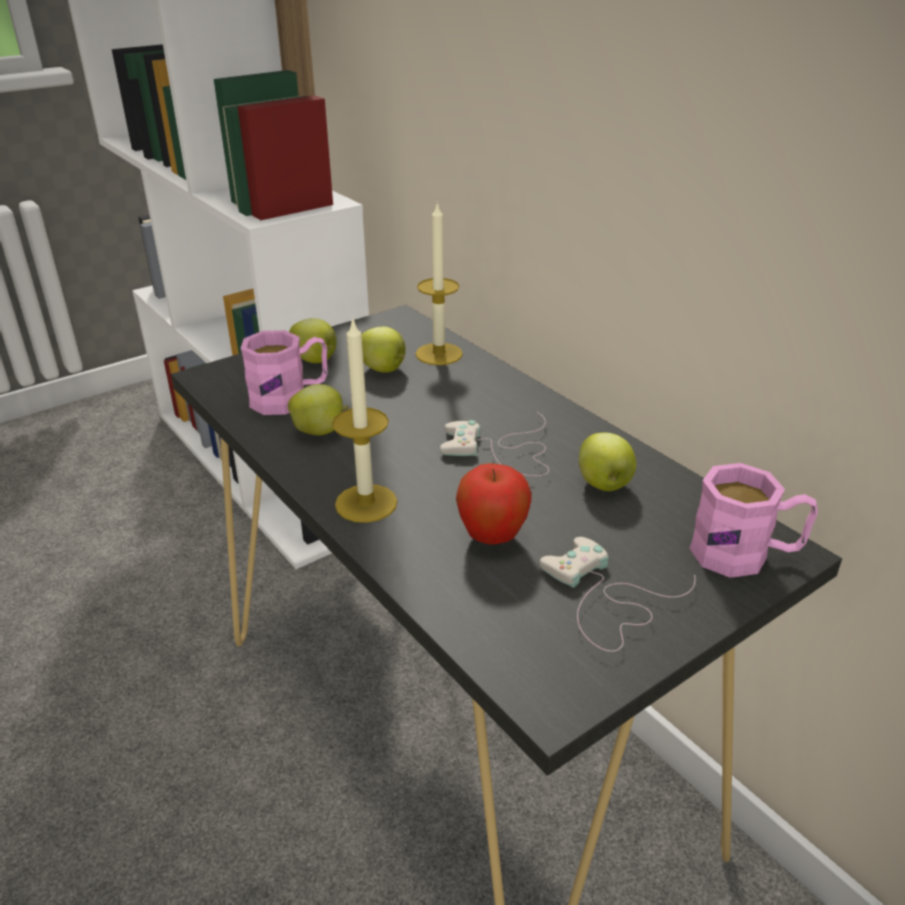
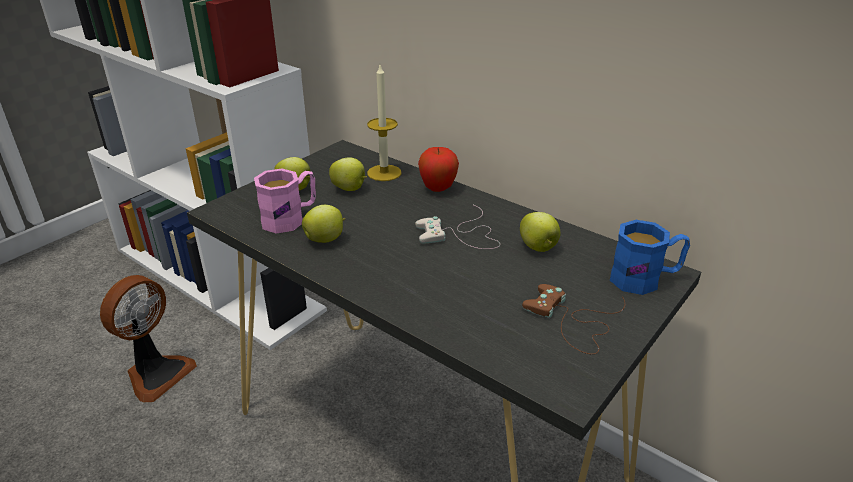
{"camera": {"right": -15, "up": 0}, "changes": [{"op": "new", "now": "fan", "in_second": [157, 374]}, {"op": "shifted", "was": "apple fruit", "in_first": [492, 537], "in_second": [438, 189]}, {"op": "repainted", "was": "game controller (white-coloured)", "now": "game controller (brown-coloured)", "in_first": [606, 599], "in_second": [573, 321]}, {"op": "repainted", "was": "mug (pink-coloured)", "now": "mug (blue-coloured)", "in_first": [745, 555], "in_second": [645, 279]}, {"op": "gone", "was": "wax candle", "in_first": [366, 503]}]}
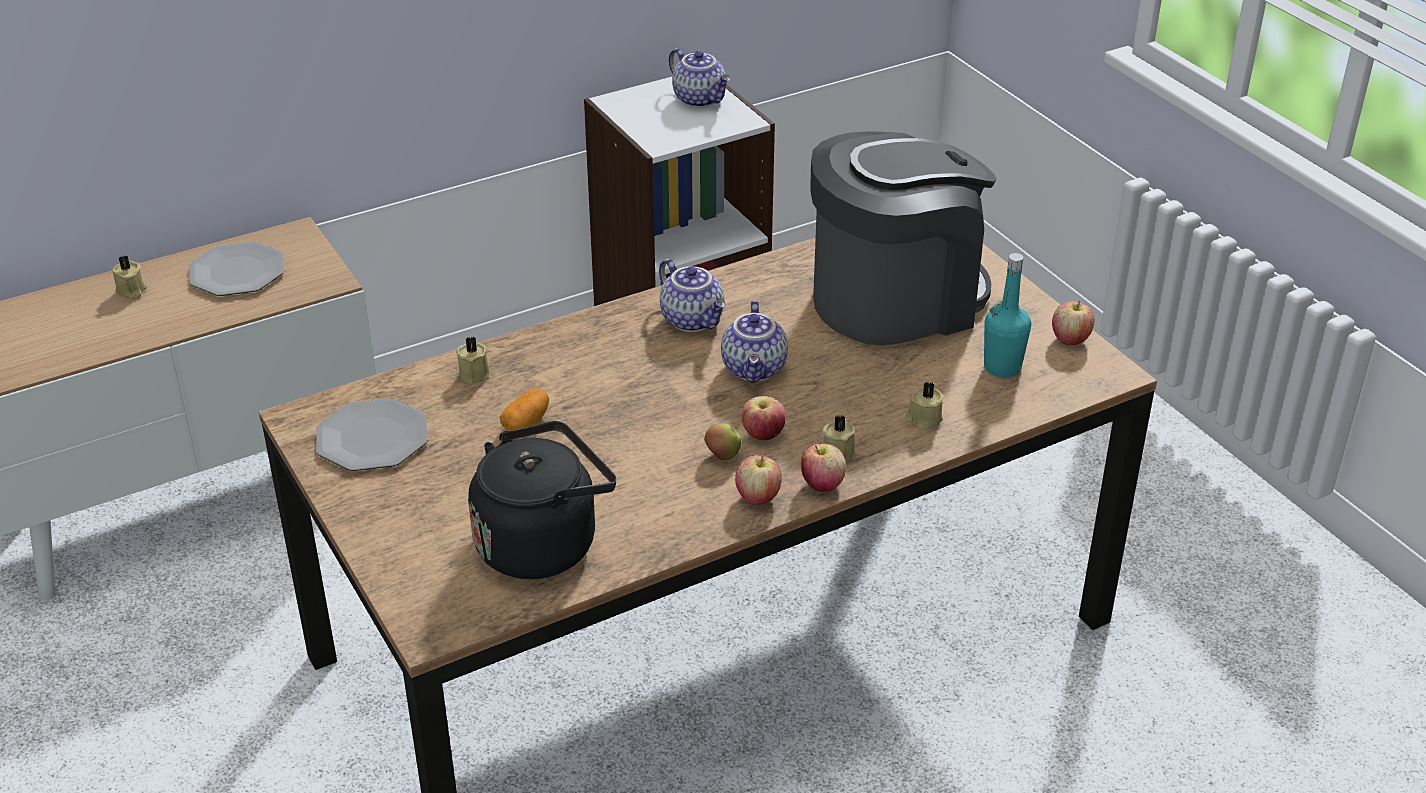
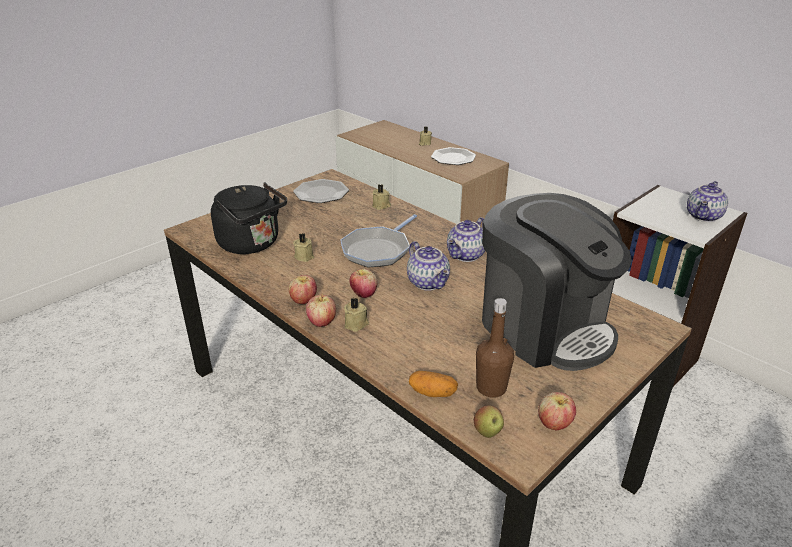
{"camera": {"right": 75, "up": -5}, "changes": [{"op": "shifted", "was": "wax candle (sand-coloured)", "in_first": [923, 419], "in_second": [304, 256]}, {"op": "new", "now": "pan", "in_second": [378, 250]}, {"op": "rotated", "was": "tea pot", "in_first": [755, 369], "in_second": [429, 283], "clockwise": -105}, {"op": "shifted", "was": "whole potato", "in_first": [526, 423], "in_second": [432, 392]}, {"op": "shifted", "was": "apple fruit", "in_first": [722, 456], "in_second": [487, 432]}, {"op": "repainted", "was": "drink bottle (turquoise)", "now": "drink bottle (brown-coloured)", "in_first": [1002, 367], "in_second": [491, 388]}]}
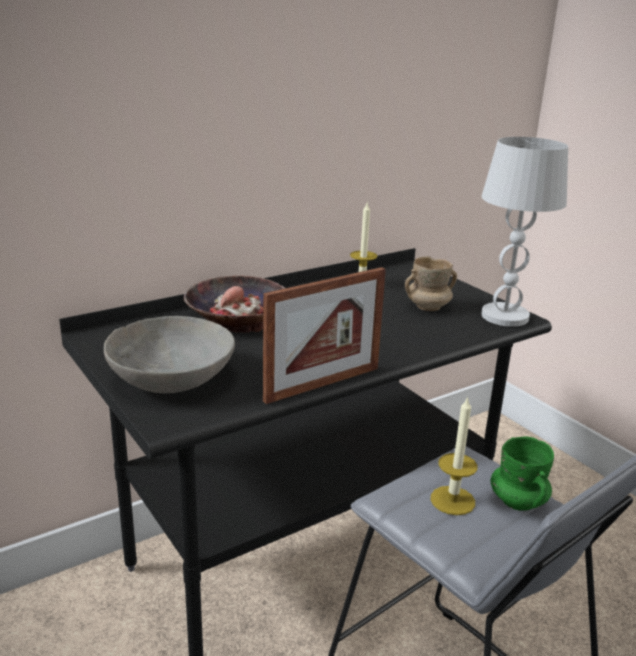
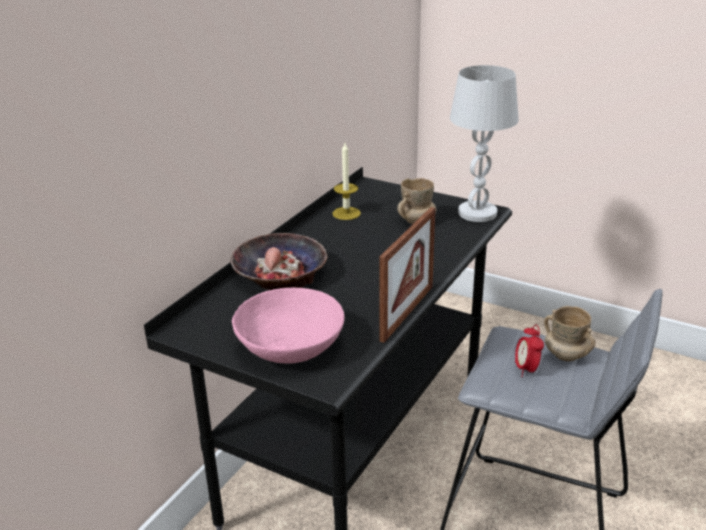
{"camera": {"right": -25, "up": 5}, "changes": [{"op": "repainted", "was": "bowl (grey)", "now": "bowl (pink-coloured)", "in_first": [171, 378], "in_second": [290, 346]}, {"op": "swapped", "was": "wax candle", "now": "bedside clock", "in_first": [452, 500], "in_second": [526, 369]}, {"op": "repainted", "was": "mug (greenish)", "now": "mug (sand-coloured)", "in_first": [517, 501], "in_second": [565, 355]}]}
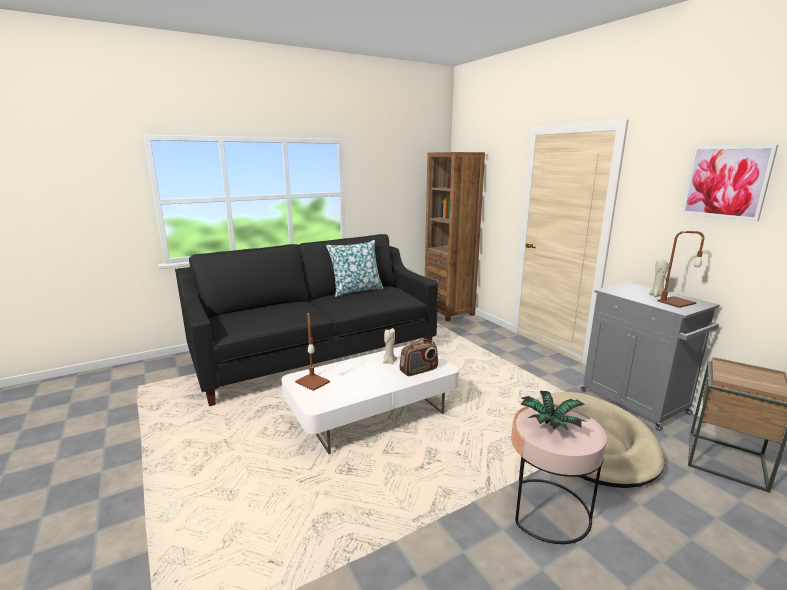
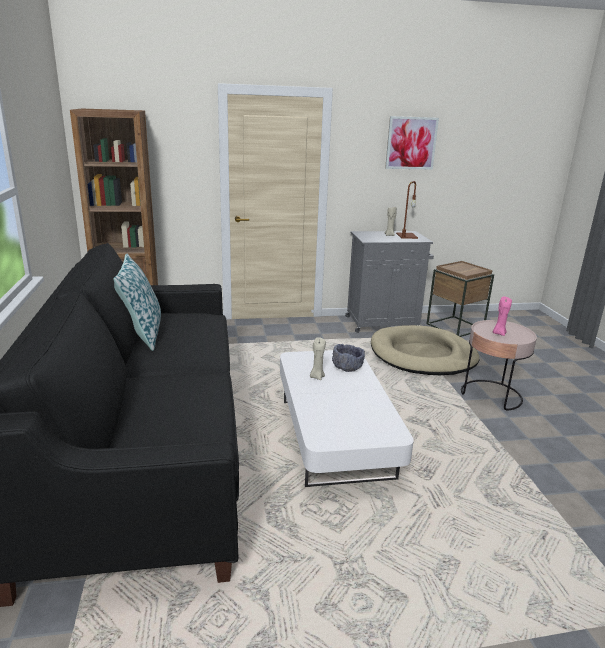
{"camera": {"right": -70, "up": 5}, "changes": [{"op": "swapped", "was": "radio", "now": "bowl (grey)", "in_first": [419, 370], "in_second": [347, 367]}, {"op": "swapped", "was": "potted plant", "now": "wax candle (pink-coloured)", "in_first": [549, 425], "in_second": [499, 333]}, {"op": "gone", "was": "lamp for a table (brown-coloured)", "in_first": [311, 382]}]}
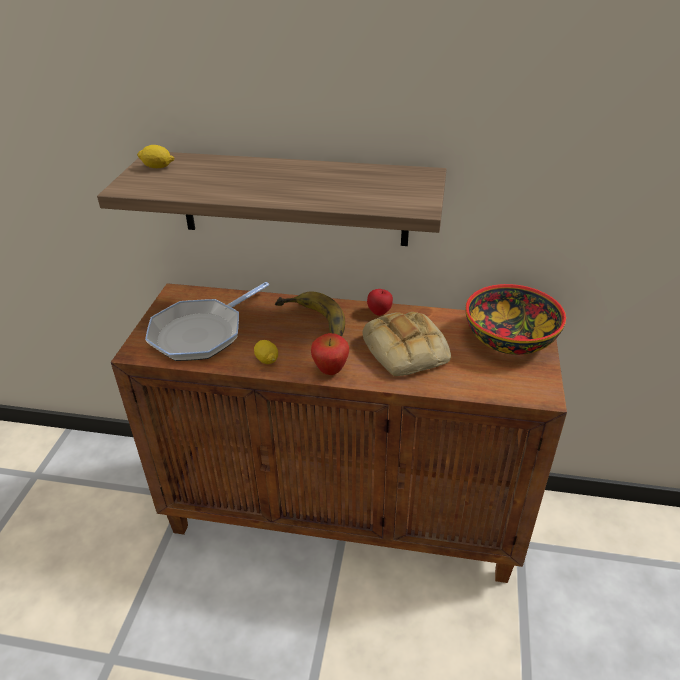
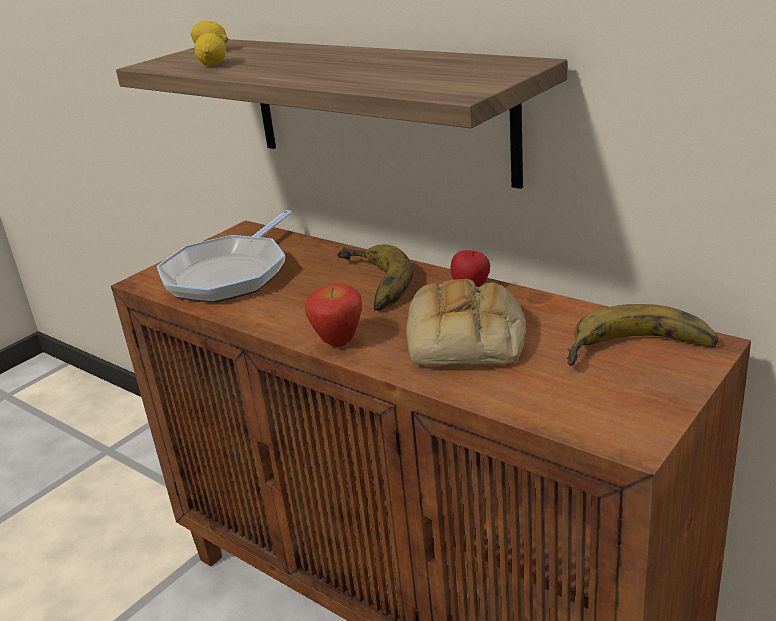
{"camera": {"right": 30, "up": -10}, "changes": [{"op": "rotated", "was": "pan", "in_first": [201, 333], "in_second": [229, 274], "clockwise": -45}, {"op": "shifted", "was": "whole lemon", "in_first": [266, 360], "in_second": [213, 65]}, {"op": "swapped", "was": "bowl", "now": "banana fruit", "in_first": [508, 339], "in_second": [641, 353]}]}
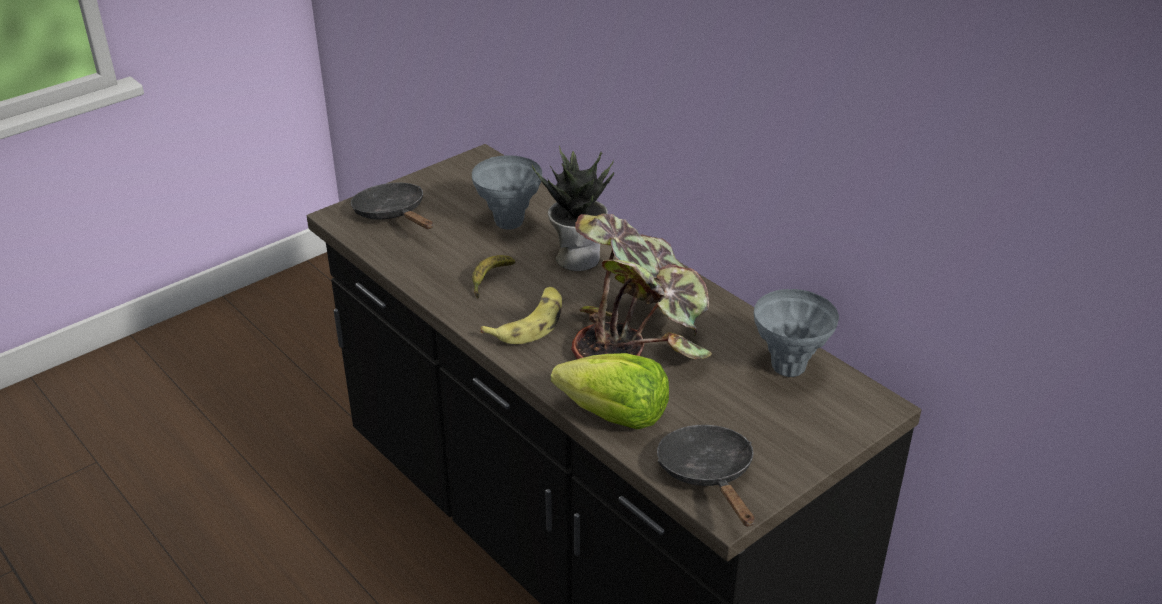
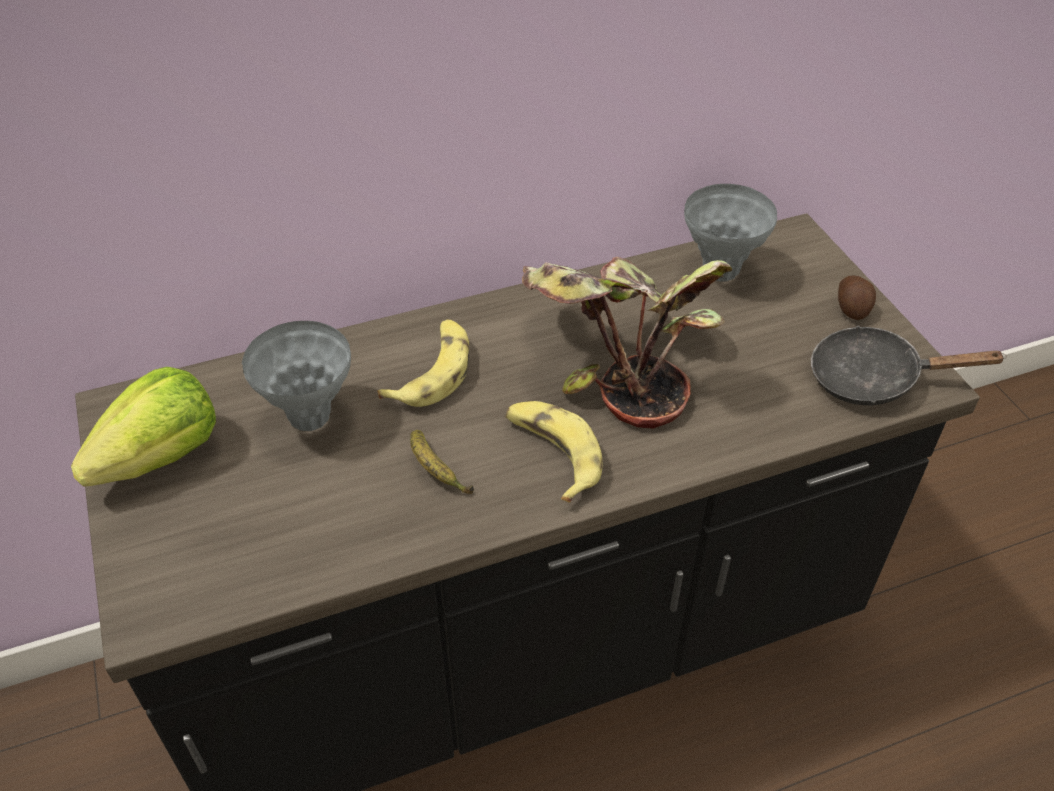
{"camera": {"right": -70, "up": 10}, "changes": [{"op": "shifted", "was": "lettuce head", "in_first": [614, 416], "in_second": [162, 457]}, {"op": "swapped", "was": "potted plant", "now": "banana fruit", "in_first": [578, 257], "in_second": [433, 372]}, {"op": "new", "now": "whole potato", "in_second": [853, 307]}, {"op": "gone", "was": "pan (blackish)", "in_first": [393, 214]}]}
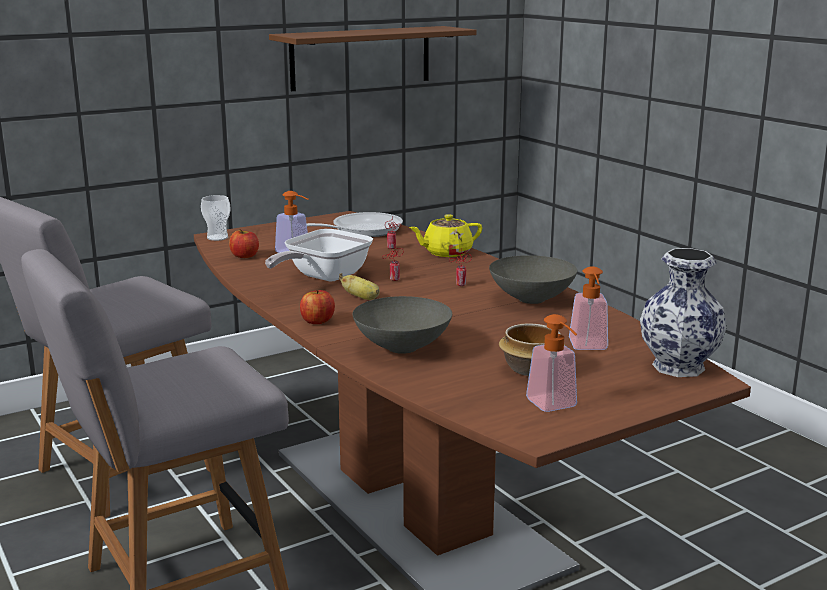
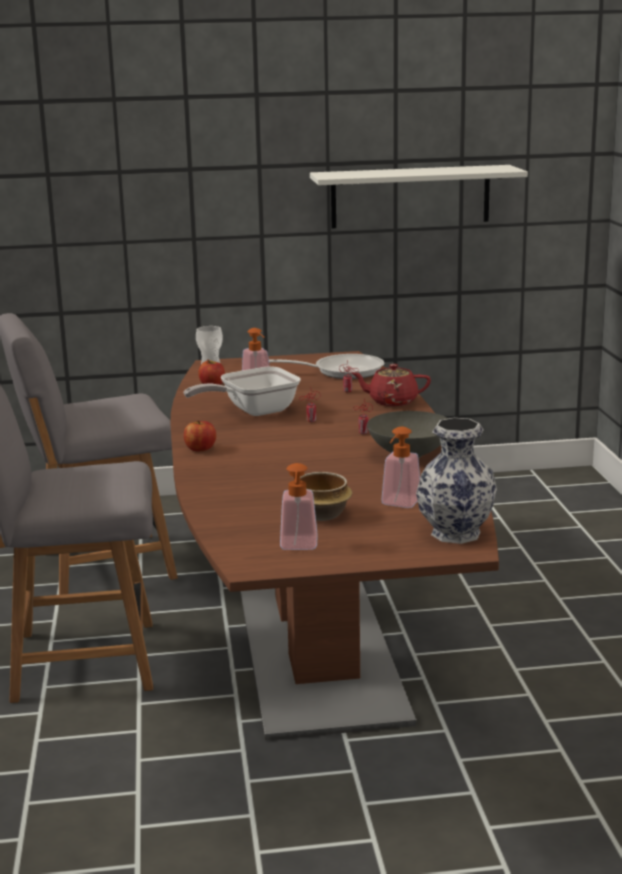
{"camera": {"right": 25, "up": 0}, "changes": [{"op": "repainted", "was": "bracket shelf (brown-coloured)", "now": "bracket shelf (white-coloured)", "in_first": [361, 57], "in_second": [410, 196]}, {"op": "repainted", "was": "tea pot (yellow-coloured)", "now": "tea pot (red)", "in_first": [446, 253], "in_second": [392, 401]}, {"op": "gone", "was": "banana fruit", "in_first": [362, 298]}, {"op": "gone", "was": "bowl (grey)", "in_first": [403, 347]}]}
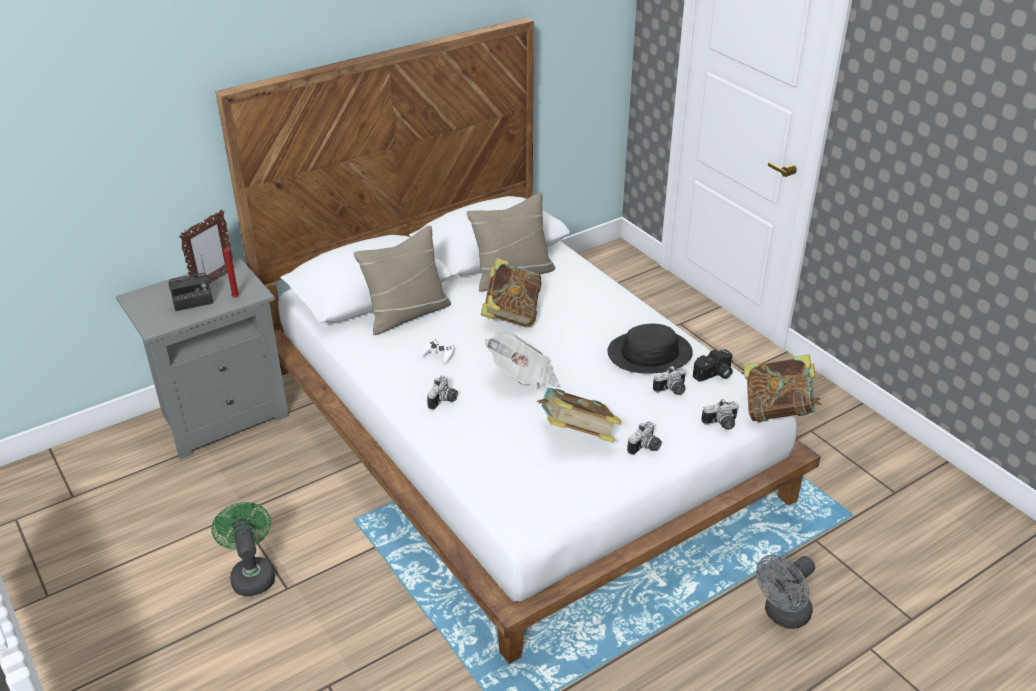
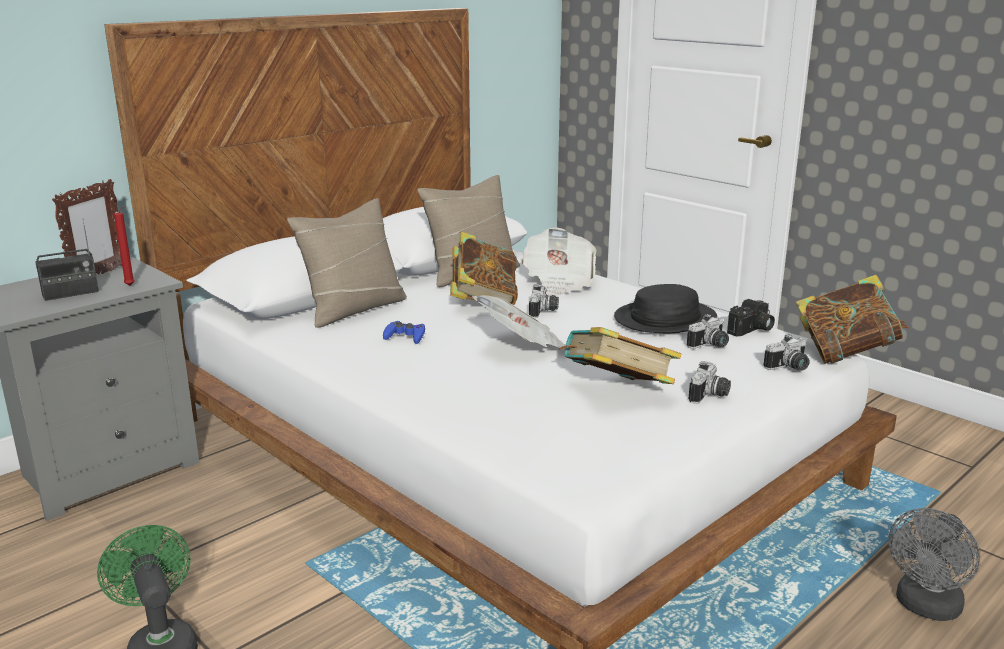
{"camera": {"right": -10, "up": -15}, "changes": [{"op": "repainted", "was": "game controller (white-coloured)", "now": "game controller (blue-coloured)", "in_first": [438, 354], "in_second": [405, 336]}, {"op": "new", "now": "printed paper", "in_second": [559, 282]}, {"op": "shifted", "was": "photo camera", "in_first": [444, 401], "in_second": [544, 311]}]}
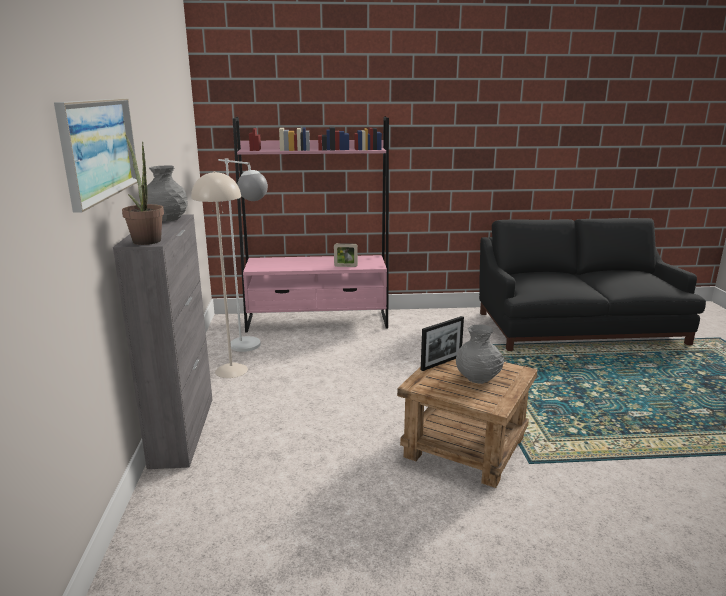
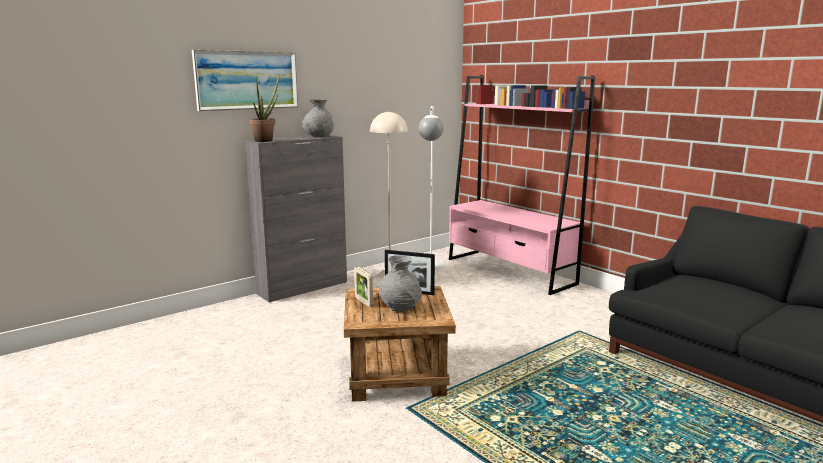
{"camera": {"right": 55, "up": -5}, "changes": [{"op": "shifted", "was": "picture frame", "in_first": [345, 266], "in_second": [363, 302]}]}
